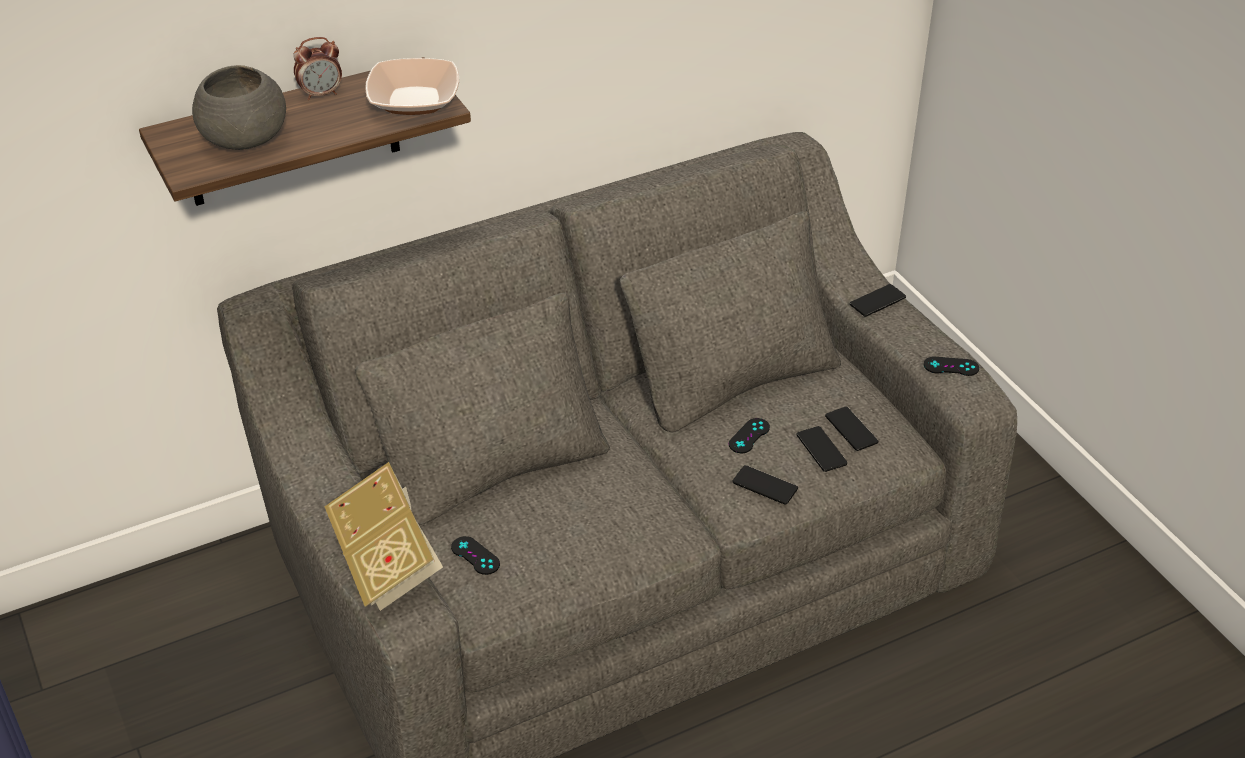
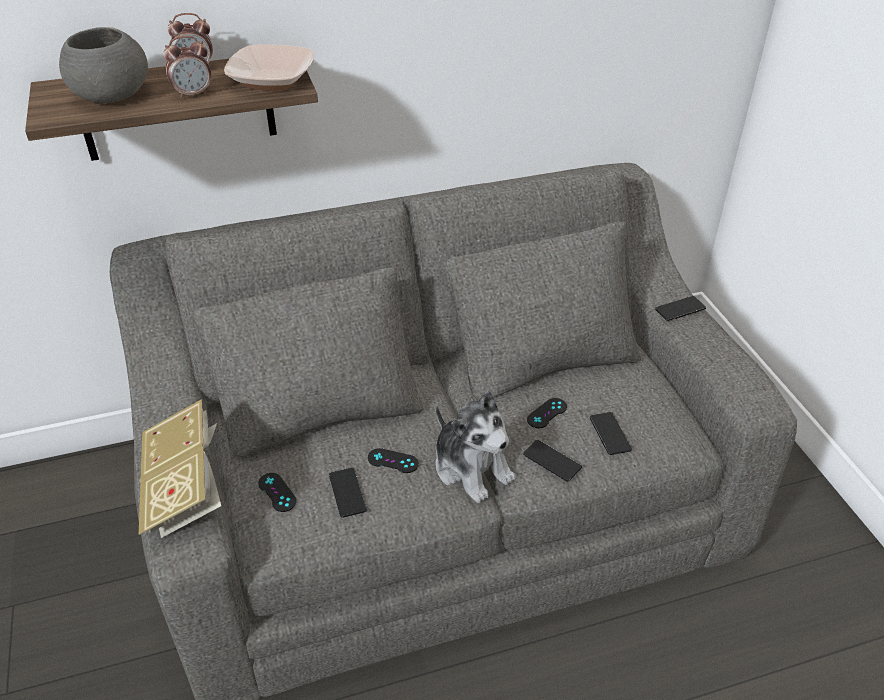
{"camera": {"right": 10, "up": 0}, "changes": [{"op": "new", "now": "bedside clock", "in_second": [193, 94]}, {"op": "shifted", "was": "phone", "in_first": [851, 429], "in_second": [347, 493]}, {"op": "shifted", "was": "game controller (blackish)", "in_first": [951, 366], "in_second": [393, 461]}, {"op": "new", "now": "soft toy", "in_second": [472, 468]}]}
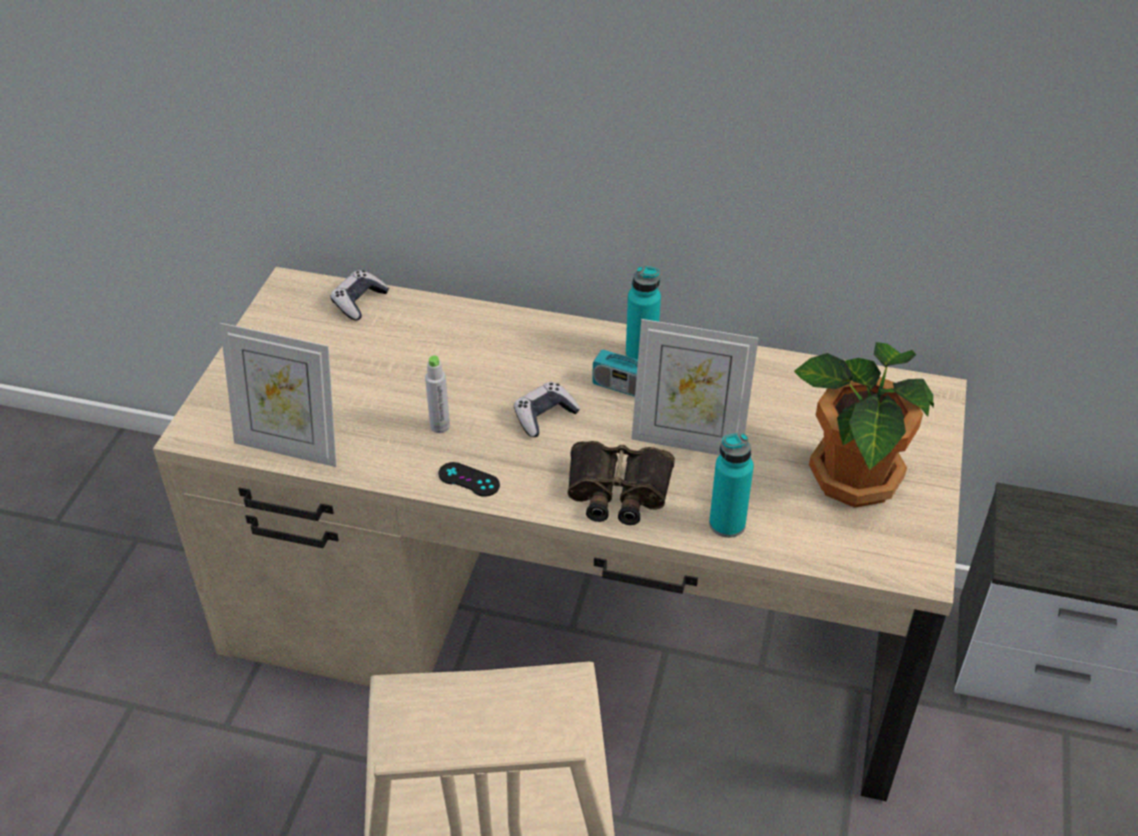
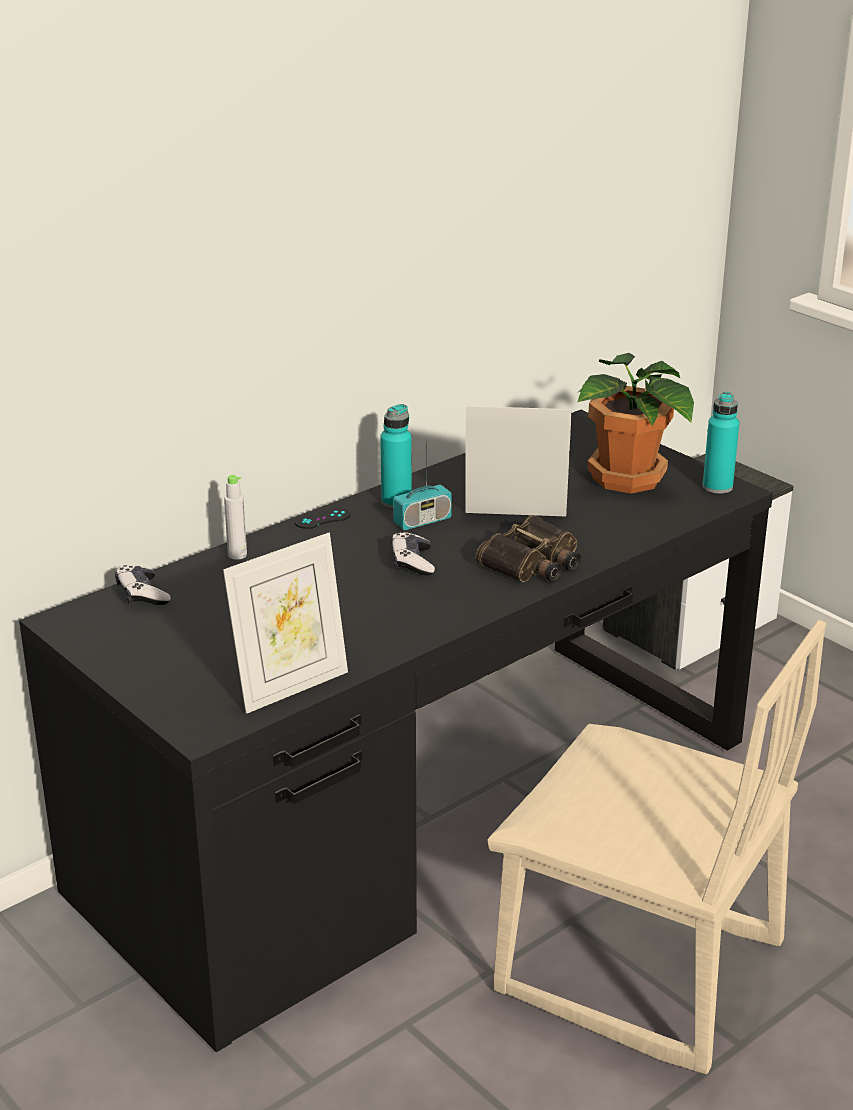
{"camera": {"right": -55, "up": -15}, "changes": [{"op": "repainted", "was": "desk unit (sand-coloured)", "now": "desk unit (blackish)", "in_first": [570, 622], "in_second": [422, 815]}, {"op": "shifted", "was": "drink bottle (grey)", "in_first": [440, 426], "in_second": [237, 555]}, {"op": "shifted", "was": "game controller (blackish)", "in_first": [469, 480], "in_second": [322, 519]}, {"op": "rotated", "was": "picture frame", "in_first": [688, 441], "in_second": [515, 519], "clockwise": -135}, {"op": "shifted", "was": "drink bottle (turquoise)", "in_first": [727, 524], "in_second": [717, 487]}]}
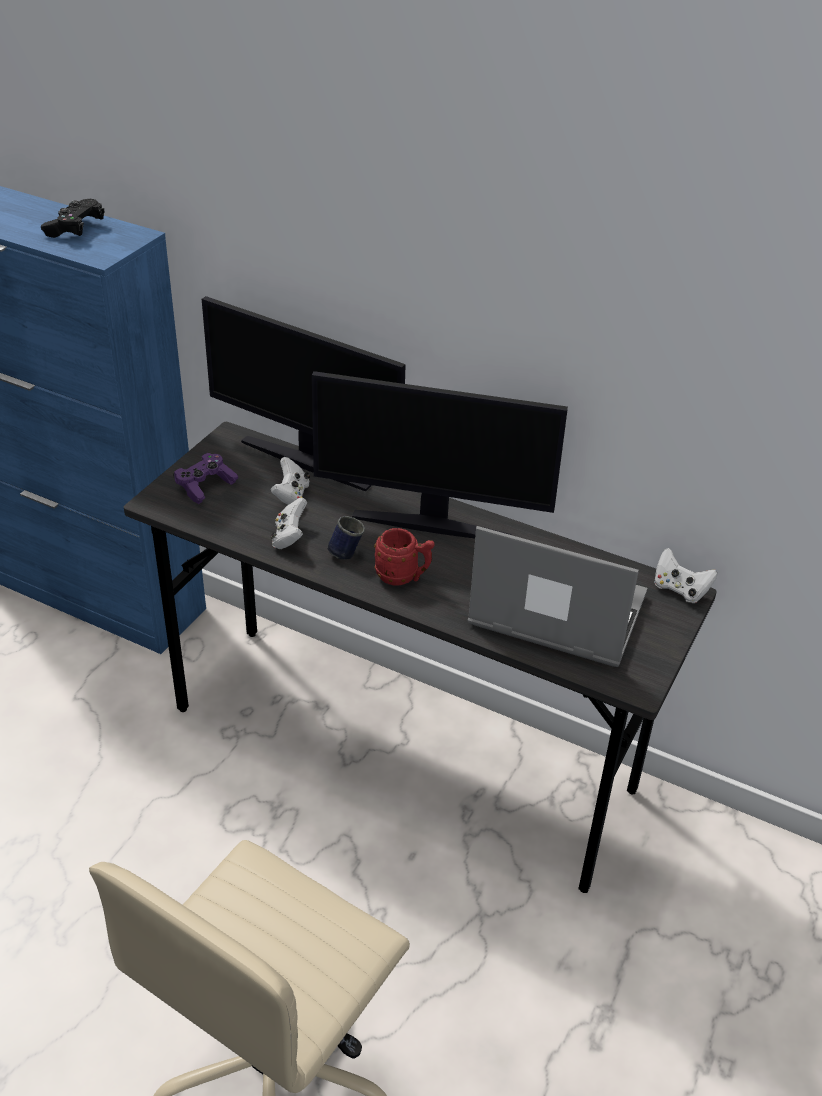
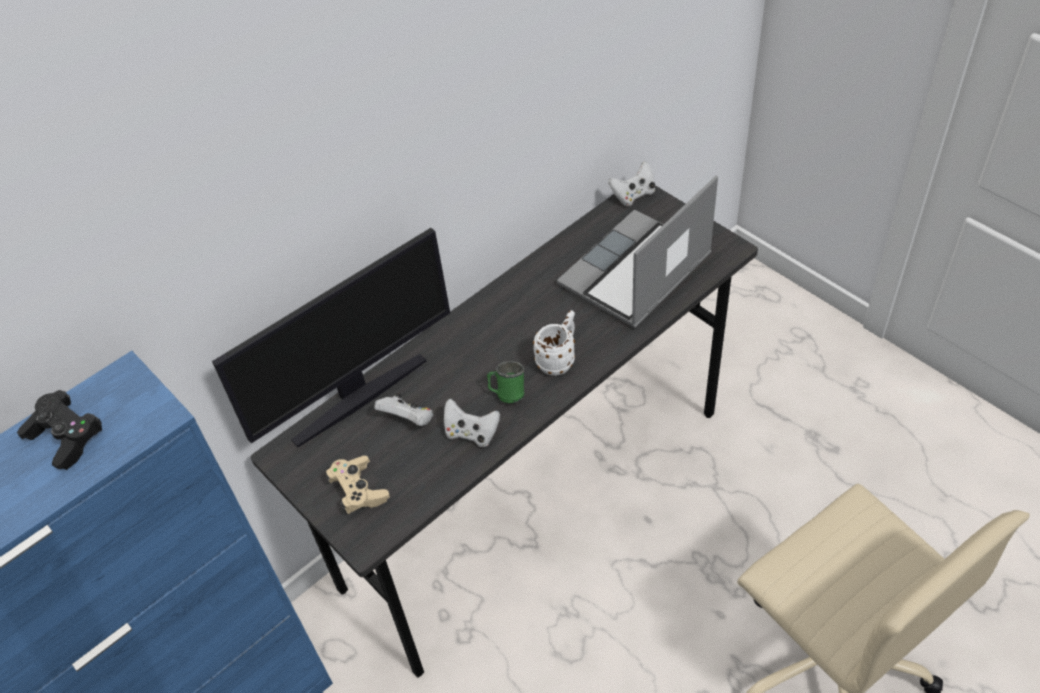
{"camera": {"right": -65, "up": 10}, "changes": [{"op": "repainted", "was": "game controller (purple-coloured)", "now": "game controller (sand-coloured)", "in_first": [205, 486], "in_second": [359, 490]}, {"op": "repainted", "was": "mug (blue-coloured)", "now": "mug (greenish)", "in_first": [345, 550], "in_second": [507, 393]}, {"op": "repainted", "was": "mug (red)", "now": "mug (white-coloured)", "in_first": [403, 577], "in_second": [559, 359]}, {"op": "gone", "was": "computer display", "in_first": [432, 524]}]}
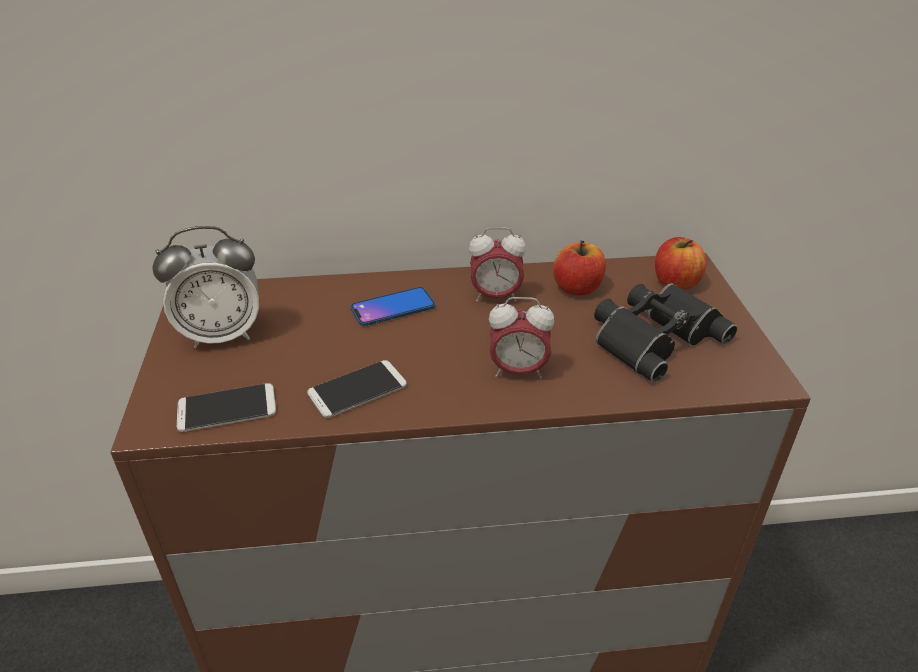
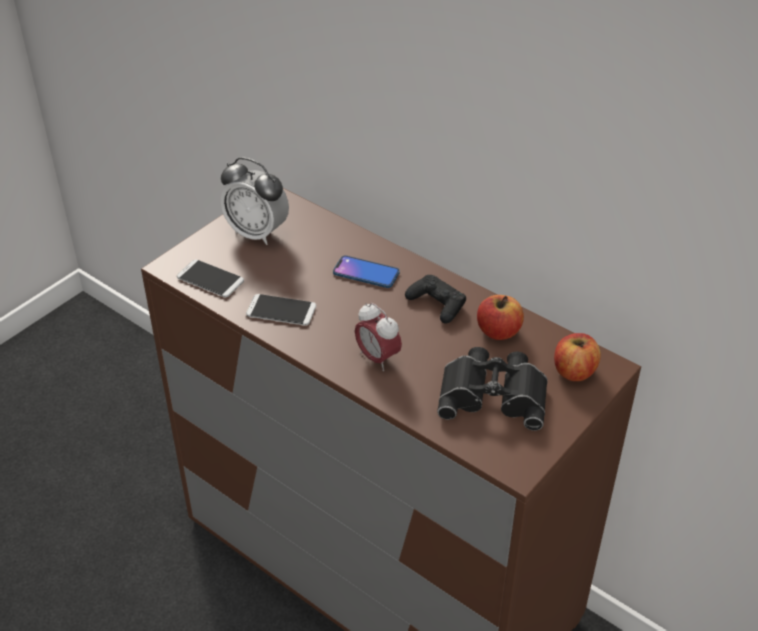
{"camera": {"right": 45, "up": 5}, "changes": [{"op": "swapped", "was": "bedside clock", "now": "game controller (blackish)", "in_first": [495, 296], "in_second": [437, 304]}]}
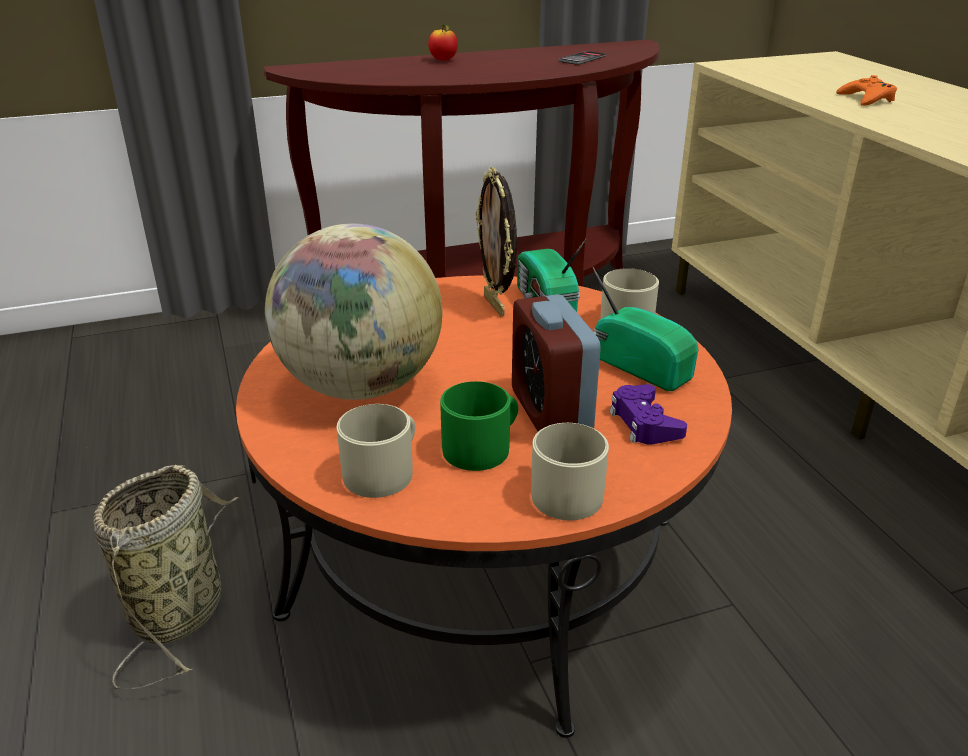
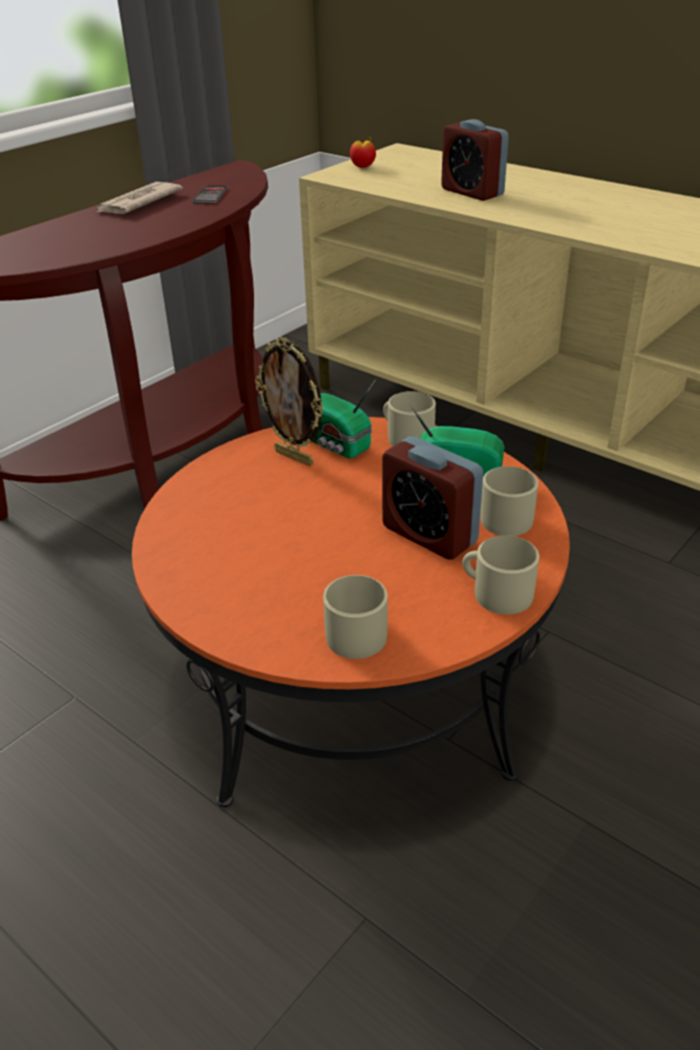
{"camera": {"right": -30, "up": 5}, "changes": [{"op": "new", "now": "printed paper", "in_second": [138, 203]}, {"op": "shifted", "was": "apple fruit", "in_first": [443, 60], "in_second": [363, 167]}, {"op": "swapped", "was": "game controller (orange-coloured)", "now": "bedside clock", "in_first": [866, 99], "in_second": [472, 192]}, {"op": "swapped", "was": "game controller (purple-coloured)", "now": "mug (sand-coloured)", "in_first": [644, 423], "in_second": [500, 517]}, {"op": "gone", "was": "storage basket", "in_first": [181, 608]}, {"op": "gone", "was": "desk globe", "in_first": [360, 386]}, {"op": "gone", "was": "mug (greenish)", "in_first": [483, 447]}]}
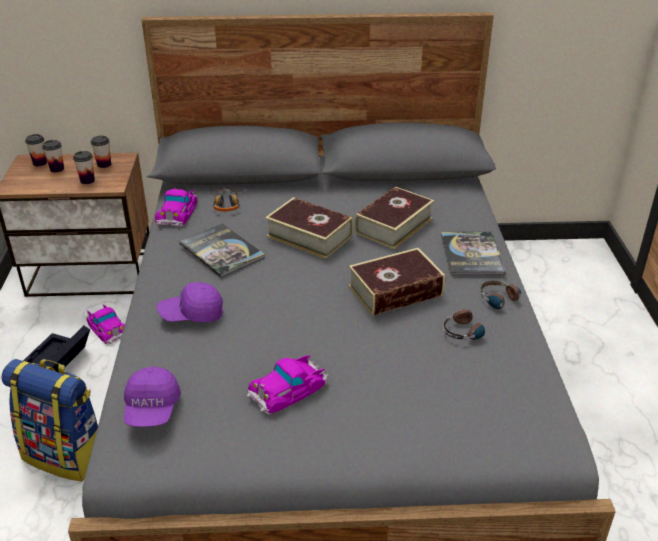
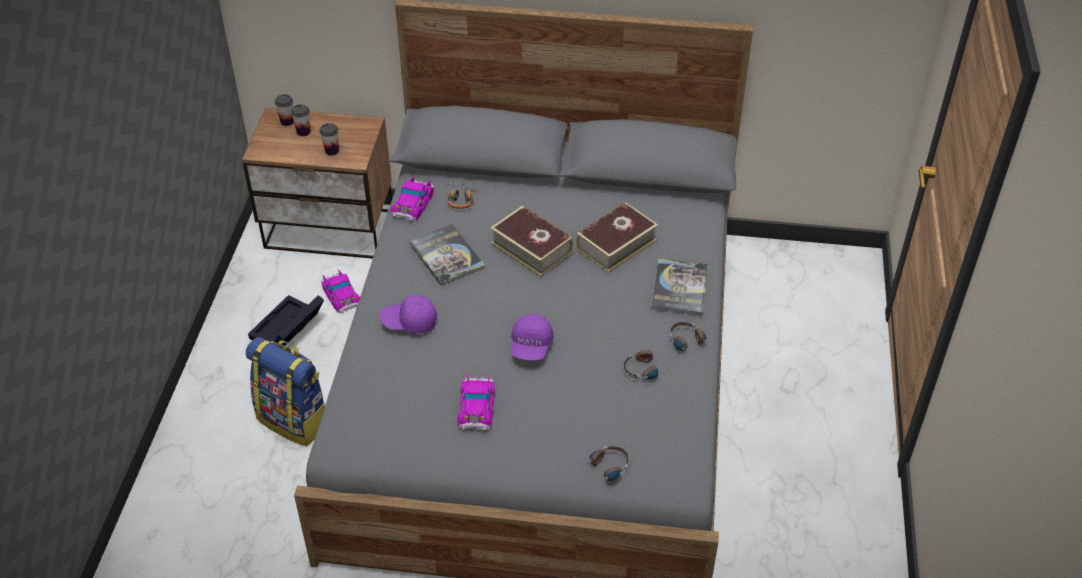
{"camera": {"right": 10, "up": 10}, "changes": [{"op": "rotated", "was": "model car", "in_first": [288, 388], "in_second": [476, 405], "clockwise": -60}, {"op": "shifted", "was": "peaked cap (purple-coloured)", "in_first": [152, 409], "in_second": [531, 346]}, {"op": "new", "now": "headphones", "in_second": [604, 469]}, {"op": "gone", "was": "cup", "in_first": [104, 164]}, {"op": "gone", "was": "book", "in_first": [395, 291]}]}
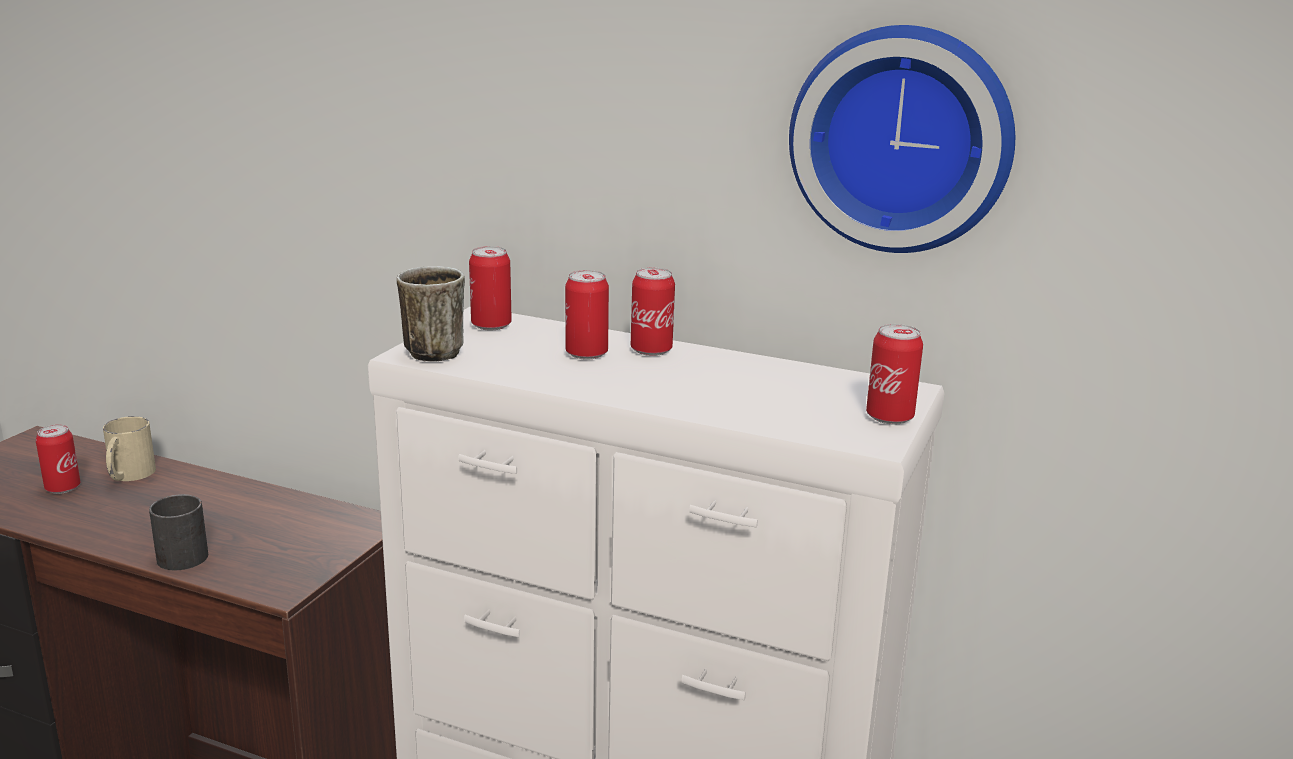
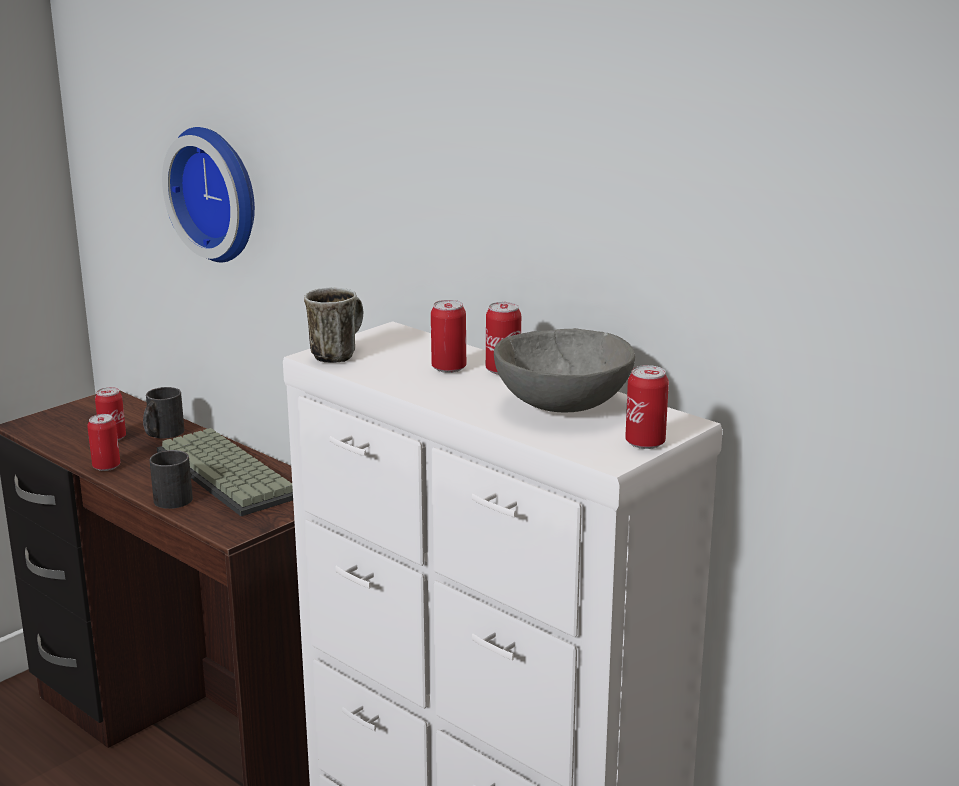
{"camera": {"right": 20, "up": 0}, "changes": [{"op": "shifted", "was": "sealed can", "in_first": [491, 325], "in_second": [106, 466]}, {"op": "repainted", "was": "mug (sand-coloured)", "now": "mug (blackish)", "in_first": [128, 475], "in_second": [162, 434]}, {"op": "new", "now": "computer keyboard", "in_second": [230, 474]}, {"op": "shifted", "was": "clock on the wall", "in_first": [902, 139], "in_second": [219, 193]}, {"op": "new", "now": "bowl (grey)", "in_second": [561, 405]}]}
